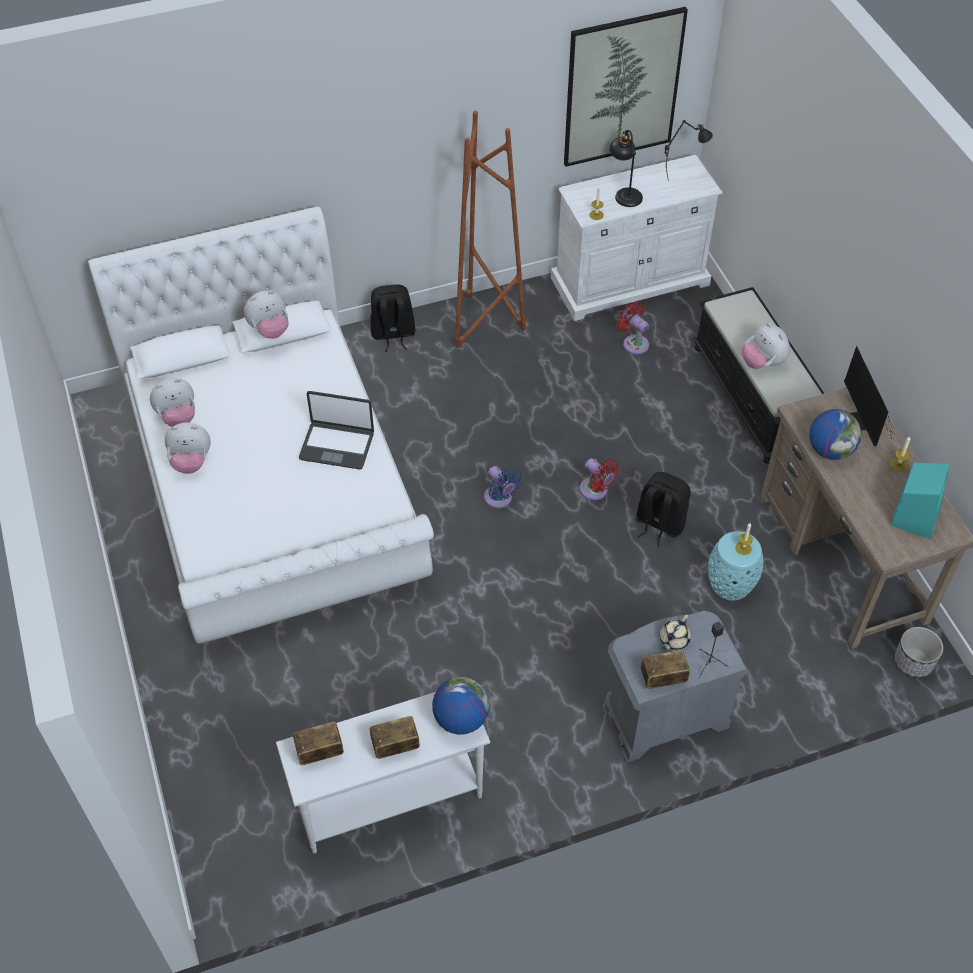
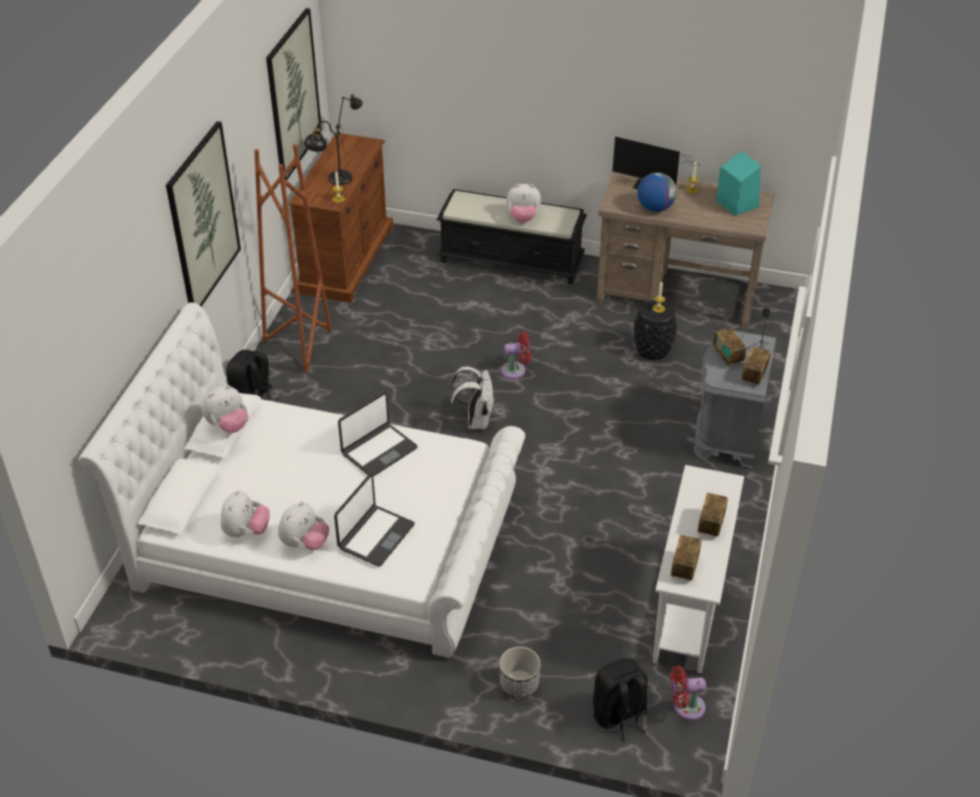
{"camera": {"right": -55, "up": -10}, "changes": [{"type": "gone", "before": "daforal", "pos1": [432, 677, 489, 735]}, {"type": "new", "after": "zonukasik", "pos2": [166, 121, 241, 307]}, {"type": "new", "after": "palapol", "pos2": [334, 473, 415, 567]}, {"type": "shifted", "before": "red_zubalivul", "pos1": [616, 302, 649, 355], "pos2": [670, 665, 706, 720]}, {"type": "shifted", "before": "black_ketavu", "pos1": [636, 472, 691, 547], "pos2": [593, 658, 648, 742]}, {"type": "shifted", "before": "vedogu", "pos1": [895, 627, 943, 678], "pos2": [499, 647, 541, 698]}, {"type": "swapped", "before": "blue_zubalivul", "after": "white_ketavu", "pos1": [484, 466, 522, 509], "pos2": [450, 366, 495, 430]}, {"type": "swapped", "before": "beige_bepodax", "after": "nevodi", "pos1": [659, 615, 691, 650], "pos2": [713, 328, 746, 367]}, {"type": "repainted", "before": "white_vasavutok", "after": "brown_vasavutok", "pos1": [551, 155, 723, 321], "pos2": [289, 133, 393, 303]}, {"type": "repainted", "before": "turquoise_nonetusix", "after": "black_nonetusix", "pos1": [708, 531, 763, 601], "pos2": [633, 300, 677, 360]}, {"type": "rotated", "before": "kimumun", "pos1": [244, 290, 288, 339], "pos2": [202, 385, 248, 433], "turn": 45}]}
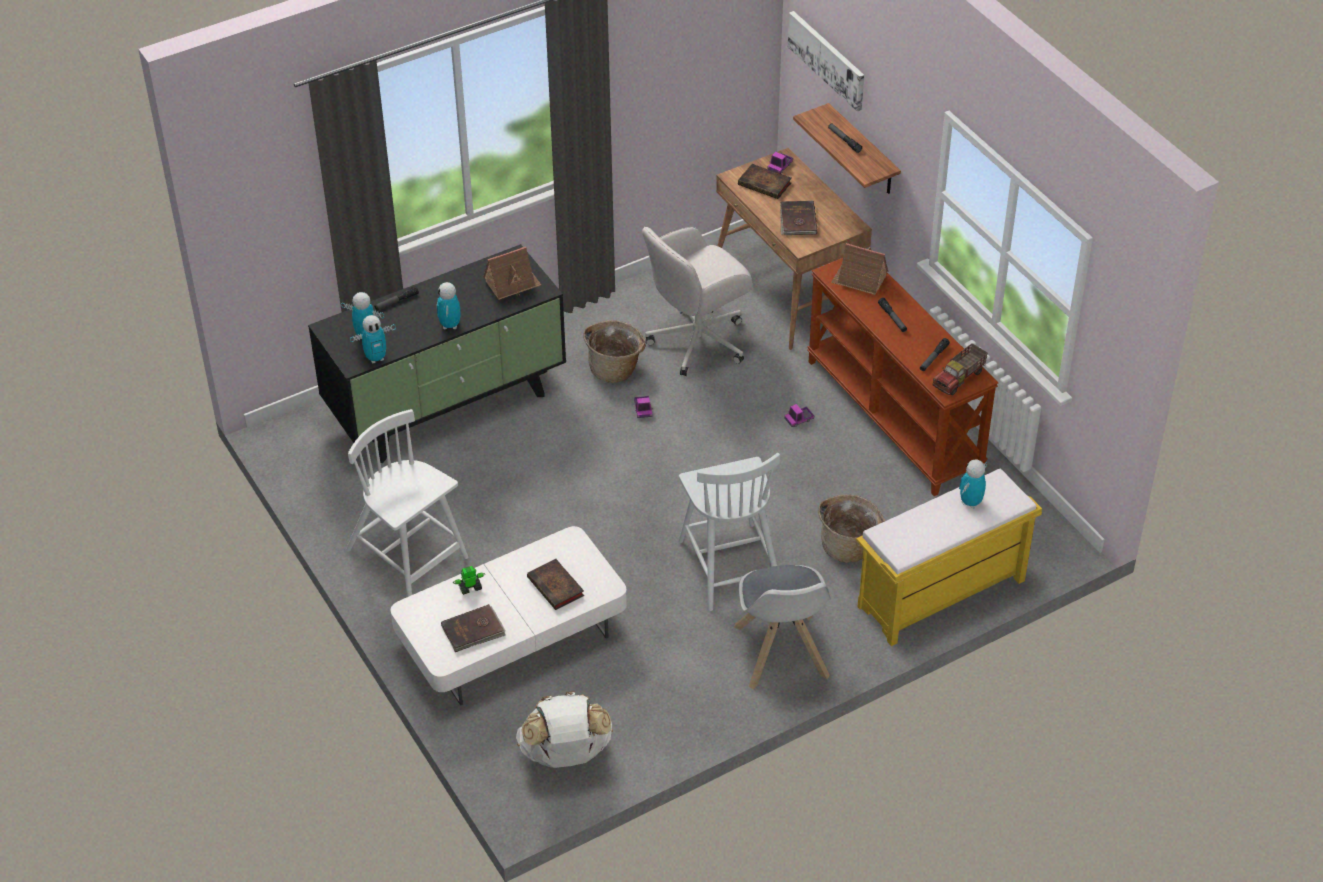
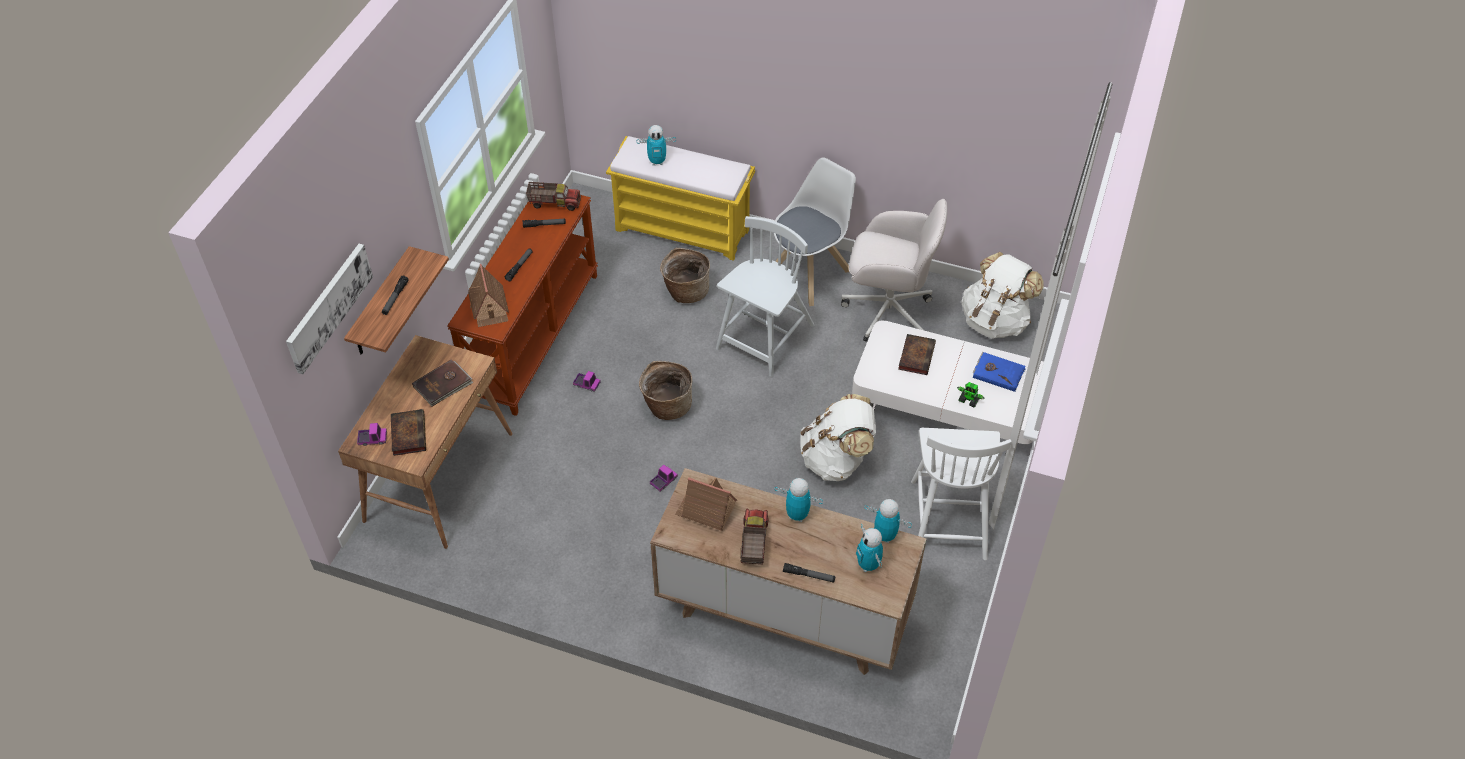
{"camera": {"right": -130, "up": 5}, "changes": [{"type": "new", "after": "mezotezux", "pos2": [741, 509, 769, 565]}, {"type": "new", "after": "white_ketavu", "pos2": [800, 394, 876, 481]}, {"type": "shifted", "before": "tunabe", "pos1": [583, 321, 646, 383], "pos2": [639, 361, 692, 420]}, {"type": "shifted", "before": "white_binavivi", "pos1": [642, 227, 753, 376], "pos2": [841, 199, 947, 342]}, {"type": "repainted", "before": "black_vasavutok", "after": "green_vasavutok", "pos1": [308, 244, 566, 463], "pos2": [650, 468, 927, 675]}, {"type": "repainted", "before": "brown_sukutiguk", "after": "blue_sukutiguk", "pos1": [441, 604, 506, 652], "pos2": [973, 352, 1026, 392]}, {"type": "rotated", "before": "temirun", "pos1": [437, 282, 461, 329], "pos2": [774, 478, 823, 522], "turn": -120}]}
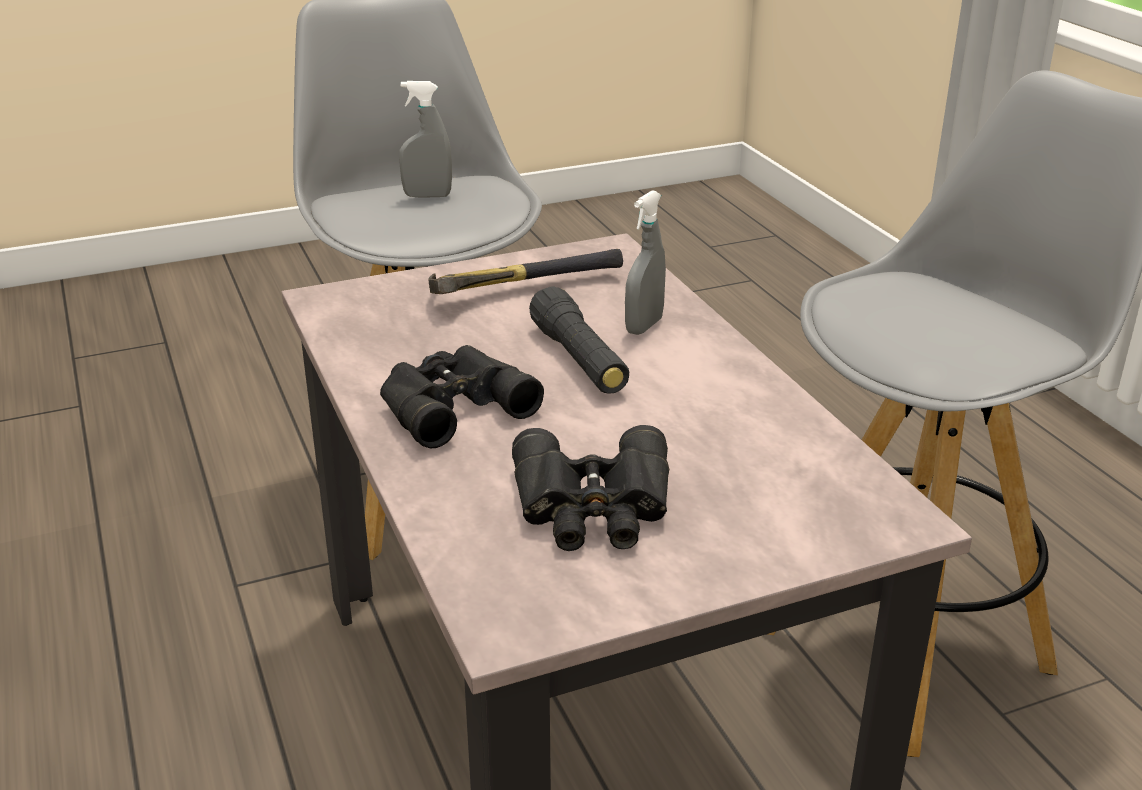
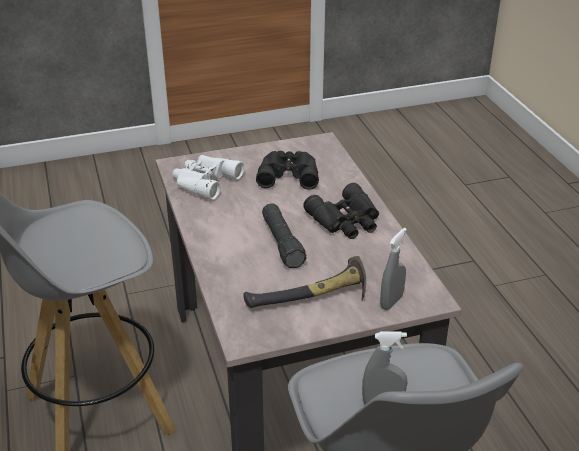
{"camera": {"right": -175, "up": 5}, "changes": [{"type": "new", "after": "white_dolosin", "pos2": [172, 155, 244, 200]}, {"type": "shifted", "before": "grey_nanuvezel", "pos1": [625, 190, 666, 335], "pos2": [380, 228, 407, 310]}]}
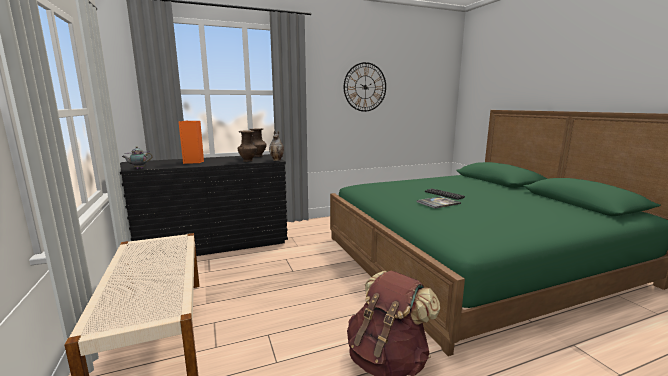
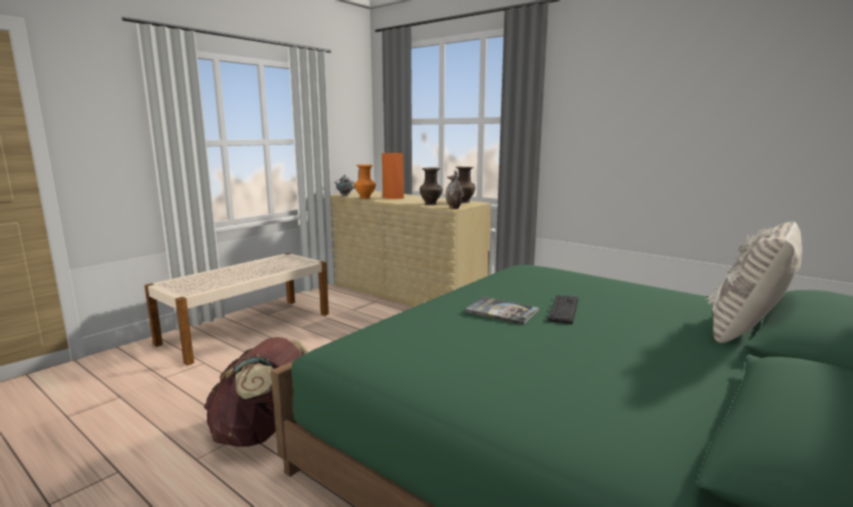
{"camera": {"right": 60, "up": 0}, "changes": [{"type": "gone", "before": "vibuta", "pos1": [344, 62, 386, 112]}, {"type": "new", "after": "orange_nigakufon", "pos2": [354, 164, 376, 199]}, {"type": "new", "after": "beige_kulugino", "pos2": [705, 222, 802, 343]}, {"type": "repainted", "before": "black_vasavutok", "after": "beige_vasavutok", "pos1": [120, 154, 288, 262], "pos2": [330, 191, 491, 307]}]}
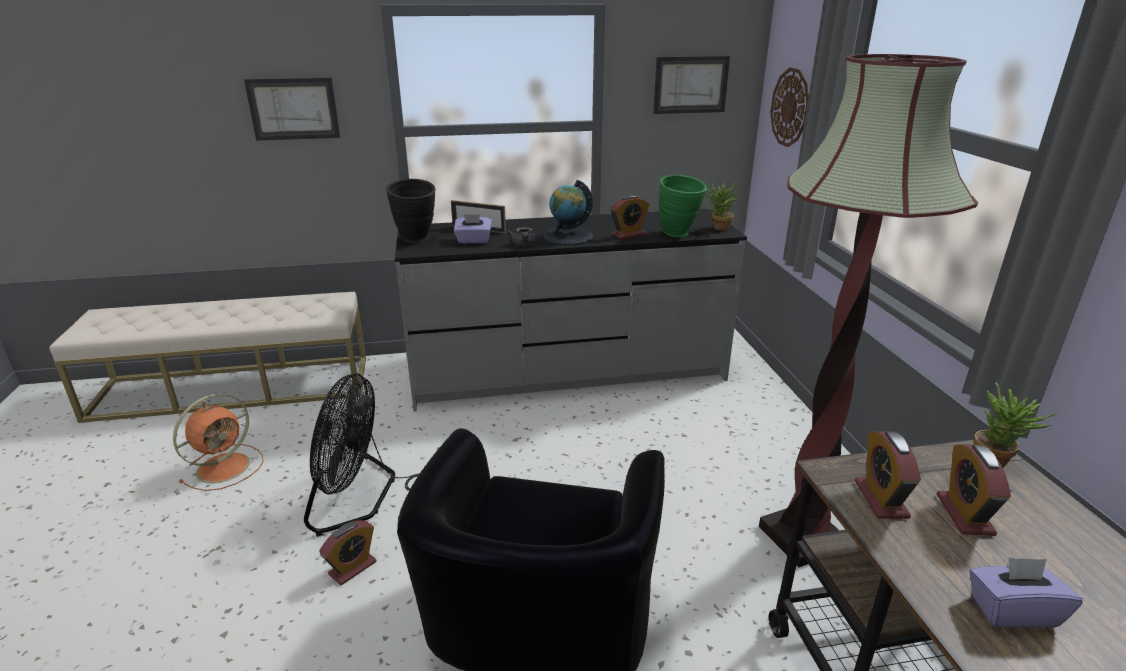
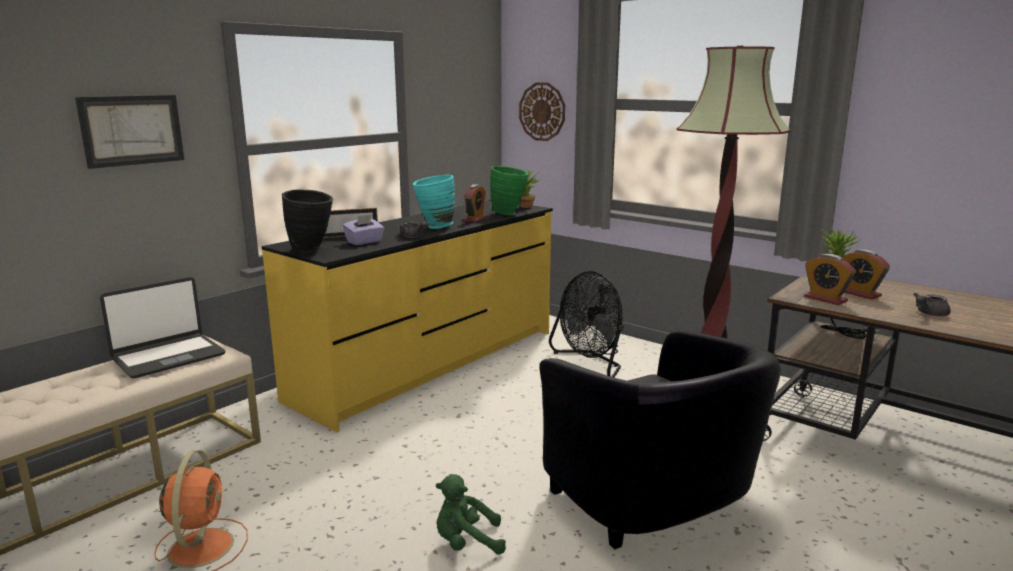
{"camera": {"right": -40, "up": -10}, "changes": [{"type": "gone", "before": "zonukasik", "pos1": [653, 56, 730, 114]}, {"type": "new", "after": "palapol", "pos2": [100, 277, 225, 378]}, {"type": "shifted", "before": "black_zubalivul", "pos1": [304, 374, 420, 537], "pos2": [549, 271, 624, 377]}, {"type": "swapped", "before": "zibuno", "after": "green_kimumun", "pos1": [319, 520, 377, 585], "pos2": [436, 474, 506, 554]}, {"type": "swapped", "before": "daforal", "after": "turquoise_nigakufon", "pos1": [543, 180, 594, 245], "pos2": [413, 175, 455, 229]}, {"type": "swapped", "before": "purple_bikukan", "after": "grey_bepodax", "pos1": [969, 557, 1083, 628], "pos2": [914, 292, 951, 316]}, {"type": "repainted", "before": "grey_vasavutok", "after": "yellow_vasavutok", "pos1": [395, 209, 747, 412], "pos2": [262, 200, 553, 432]}]}
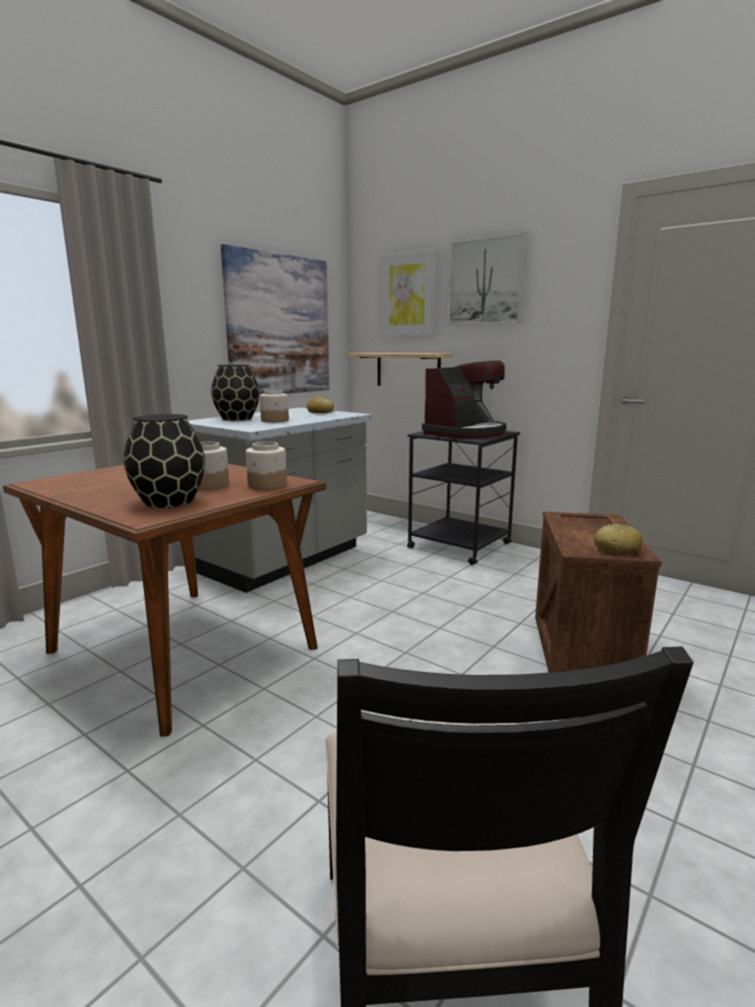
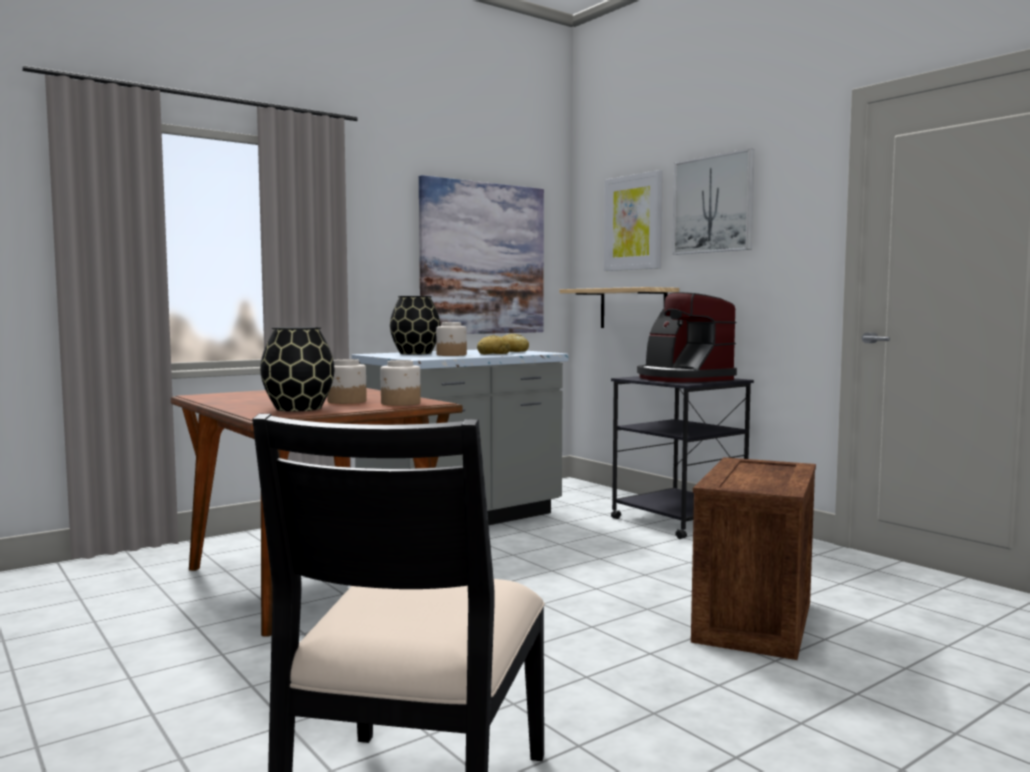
{"camera": {"right": 15, "up": -10}, "changes": [{"type": "shifted", "before": "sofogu", "pos1": [594, 524, 642, 554], "pos2": [477, 335, 511, 354]}, {"type": "rotated", "before": "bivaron", "pos1": [422, 360, 506, 438], "pos2": [637, 292, 737, 382], "turn": 90}]}
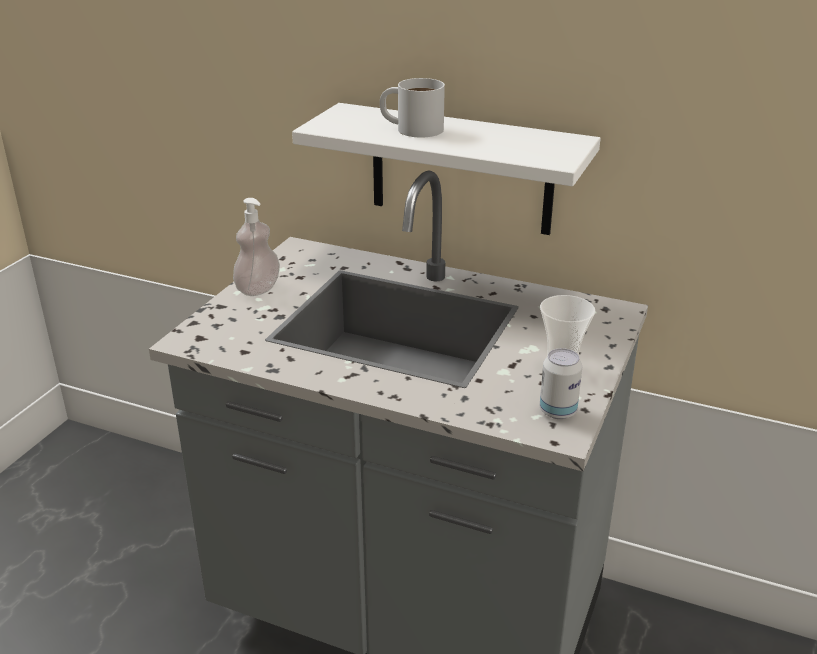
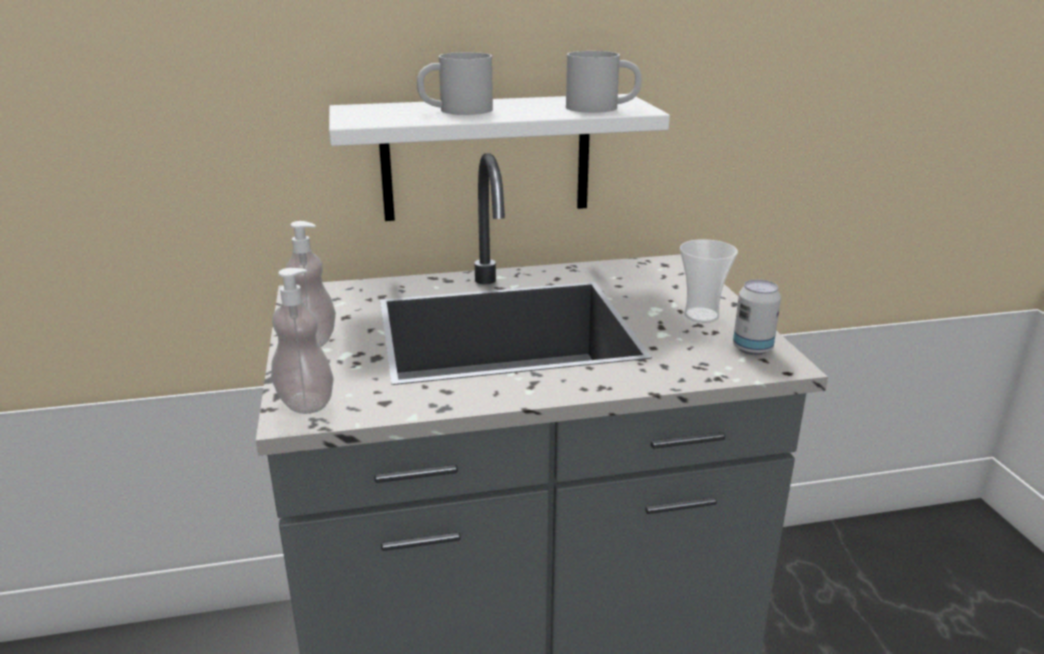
{"camera": {"right": -35, "up": -5}, "changes": [{"type": "new", "after": "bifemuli", "pos2": [271, 268, 334, 414]}, {"type": "new", "after": "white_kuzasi", "pos2": [566, 51, 642, 113]}]}
